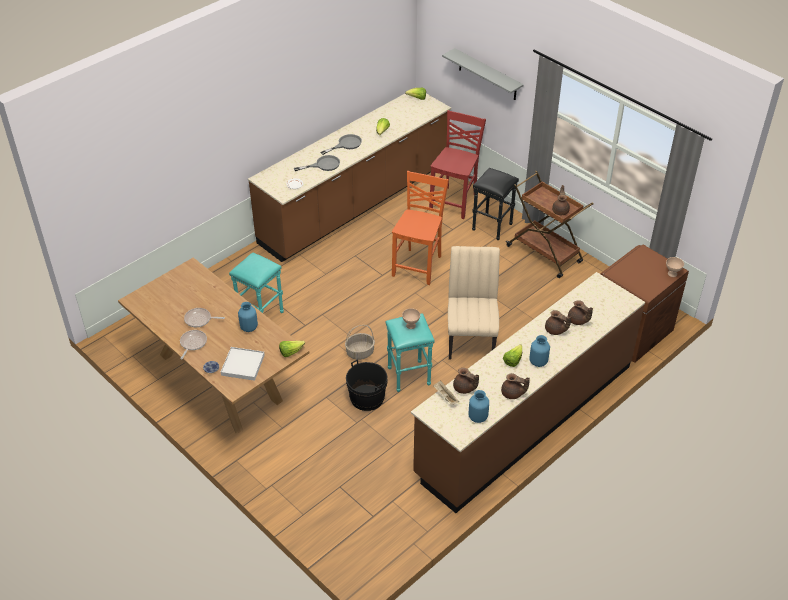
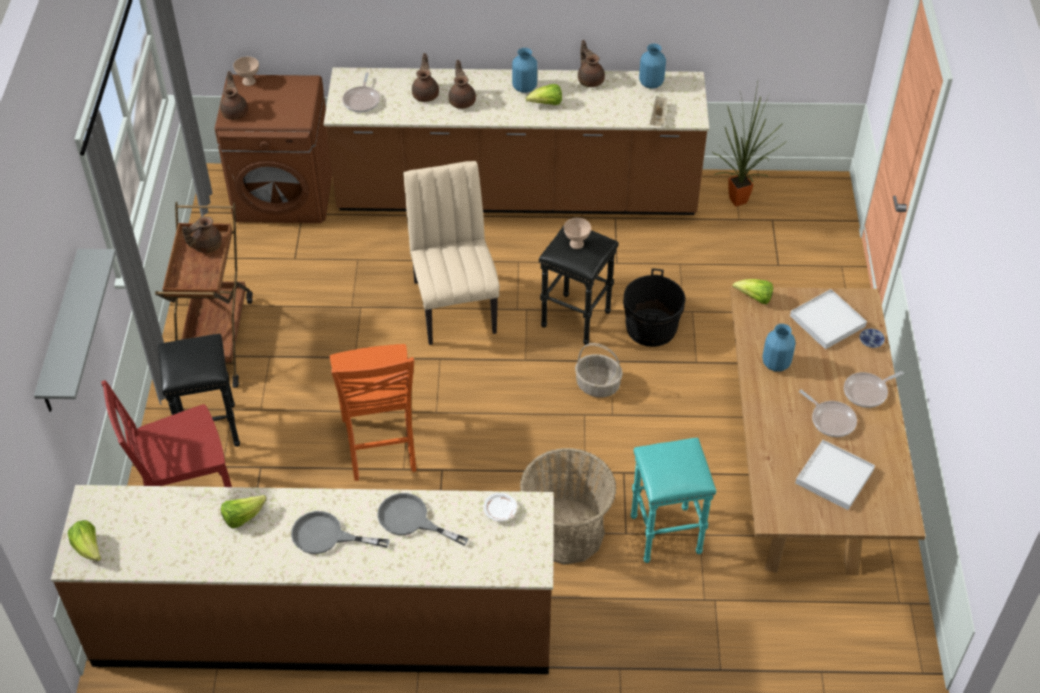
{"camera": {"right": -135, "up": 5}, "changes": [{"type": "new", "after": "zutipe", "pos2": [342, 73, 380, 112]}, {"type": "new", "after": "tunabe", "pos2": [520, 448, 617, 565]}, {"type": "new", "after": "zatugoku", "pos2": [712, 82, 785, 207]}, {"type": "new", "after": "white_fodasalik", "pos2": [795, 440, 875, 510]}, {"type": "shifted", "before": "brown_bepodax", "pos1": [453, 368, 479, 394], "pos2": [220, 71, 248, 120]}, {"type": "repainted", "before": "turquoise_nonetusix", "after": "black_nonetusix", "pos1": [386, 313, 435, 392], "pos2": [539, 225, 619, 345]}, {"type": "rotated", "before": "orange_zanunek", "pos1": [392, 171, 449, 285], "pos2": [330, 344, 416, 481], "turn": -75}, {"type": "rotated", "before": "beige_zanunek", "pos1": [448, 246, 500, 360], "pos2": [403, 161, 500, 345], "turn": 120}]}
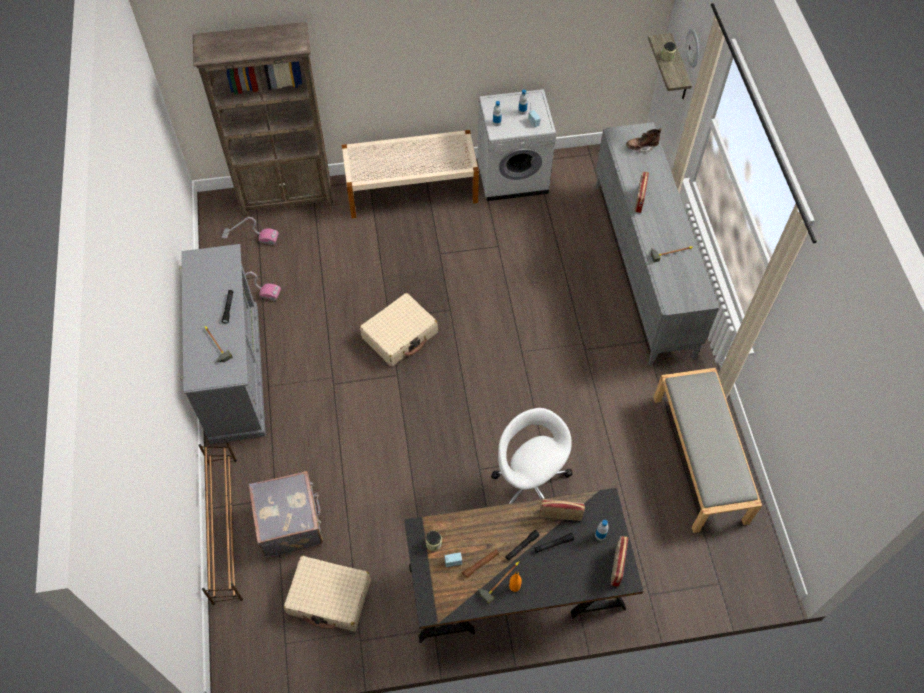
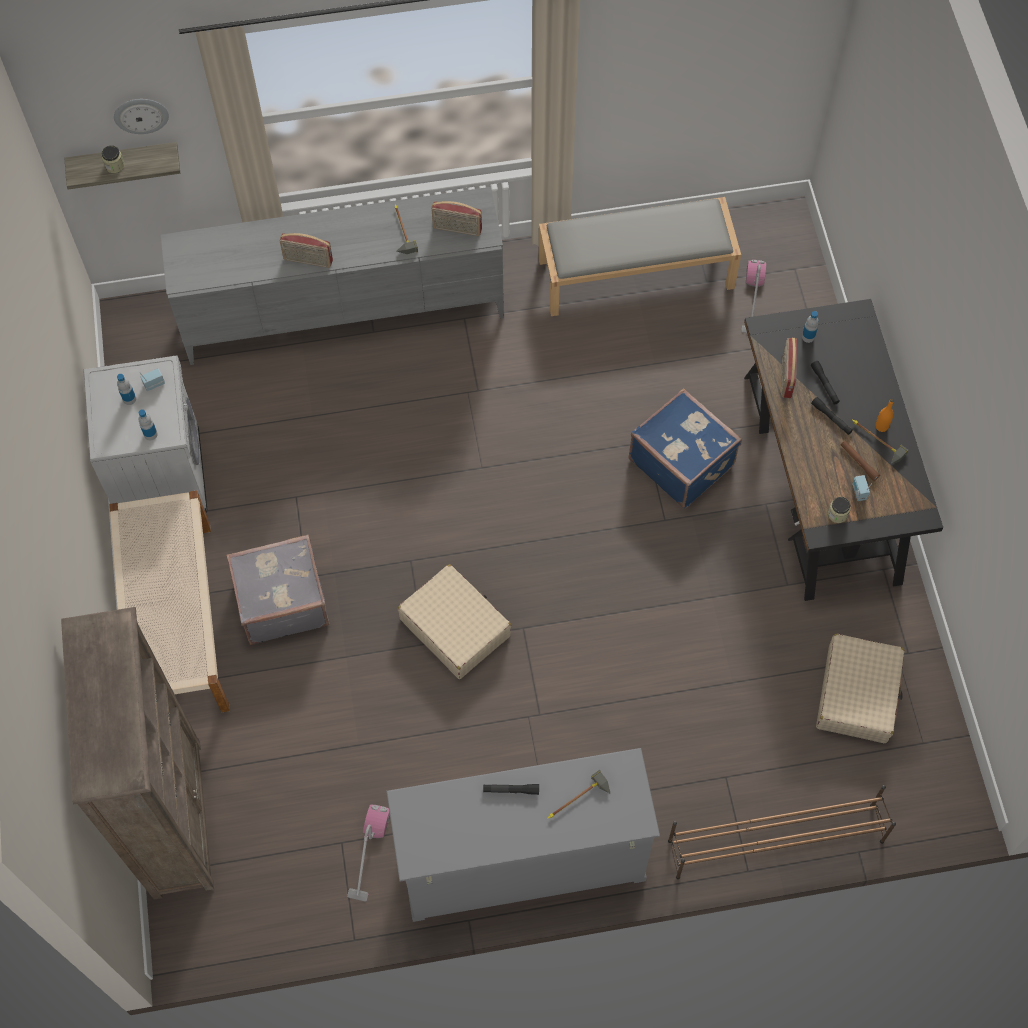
{"camera": {"right": -90, "up": 5}, "changes": [{"type": "gone", "before": "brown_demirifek", "pos1": [626, 128, 662, 153]}, {"type": "shifted", "before": "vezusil", "pos1": [222, 217, 279, 245], "pos2": [742, 260, 766, 333]}, {"type": "shifted", "before": "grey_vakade", "pos1": [249, 471, 323, 558], "pos2": [226, 535, 329, 645]}, {"type": "shifted", "before": "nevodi", "pos1": [611, 536, 629, 587], "pos2": [431, 201, 482, 236]}, {"type": "swapped", "before": "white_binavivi", "after": "blue_vakade", "pos1": [491, 408, 573, 504], "pos2": [628, 388, 742, 508]}]}
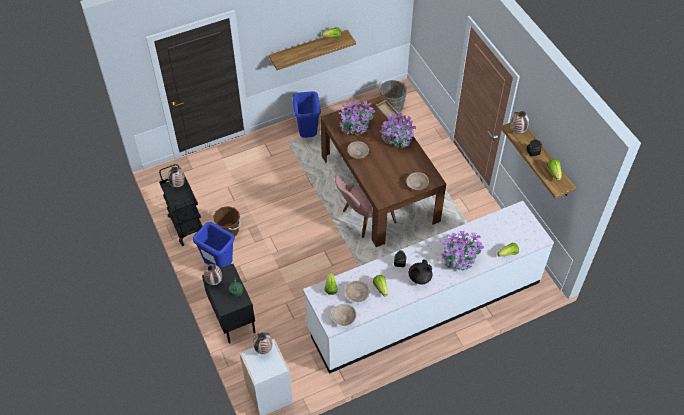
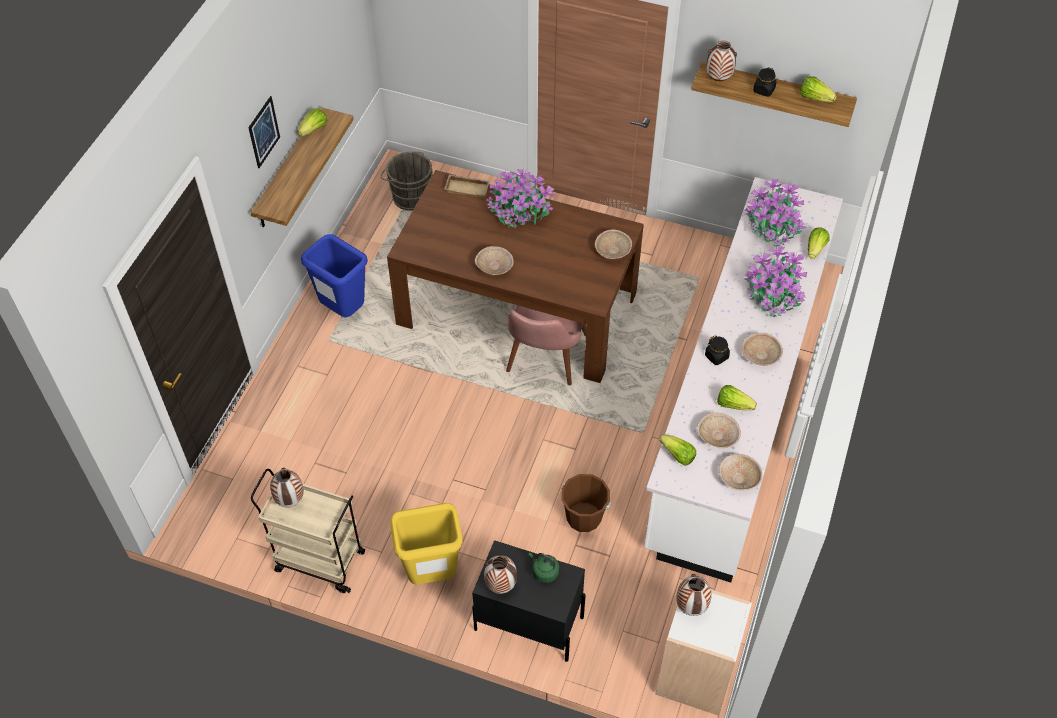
{"camera": {"right": -45, "up": 0}, "changes": [{"type": "new", "after": "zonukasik", "pos2": [248, 96, 280, 168]}, {"type": "shifted", "before": "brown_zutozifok", "pos1": [213, 206, 241, 237], "pos2": [561, 474, 611, 532]}, {"type": "shifted", "before": "zatugoku", "pos1": [339, 100, 376, 135], "pos2": [744, 178, 805, 247]}, {"type": "swapped", "before": "black_bepodax", "after": "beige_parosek", "pos1": [409, 260, 432, 284], "pos2": [742, 333, 783, 366]}, {"type": "repainted", "before": "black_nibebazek", "after": "beige_nibebazek", "pos1": [159, 164, 202, 246], "pos2": [251, 469, 365, 593]}, {"type": "repainted", "before": "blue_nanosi", "after": "yellow_nanosi", "pos1": [193, 222, 235, 268], "pos2": [390, 503, 463, 585]}]}
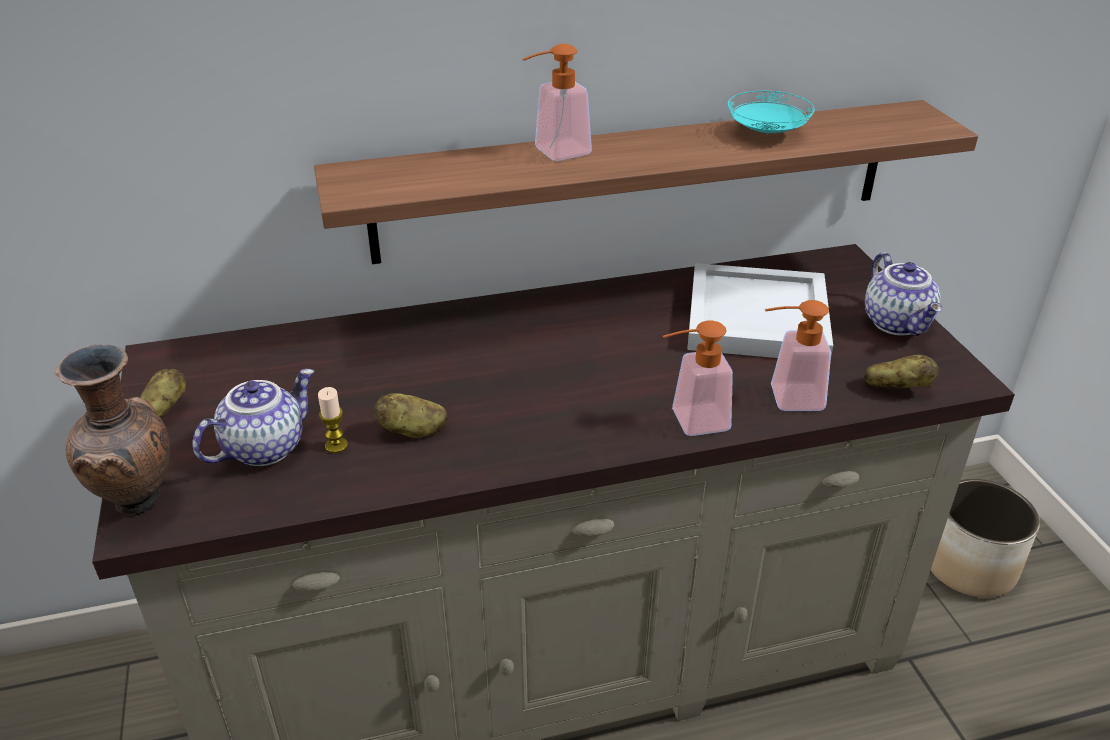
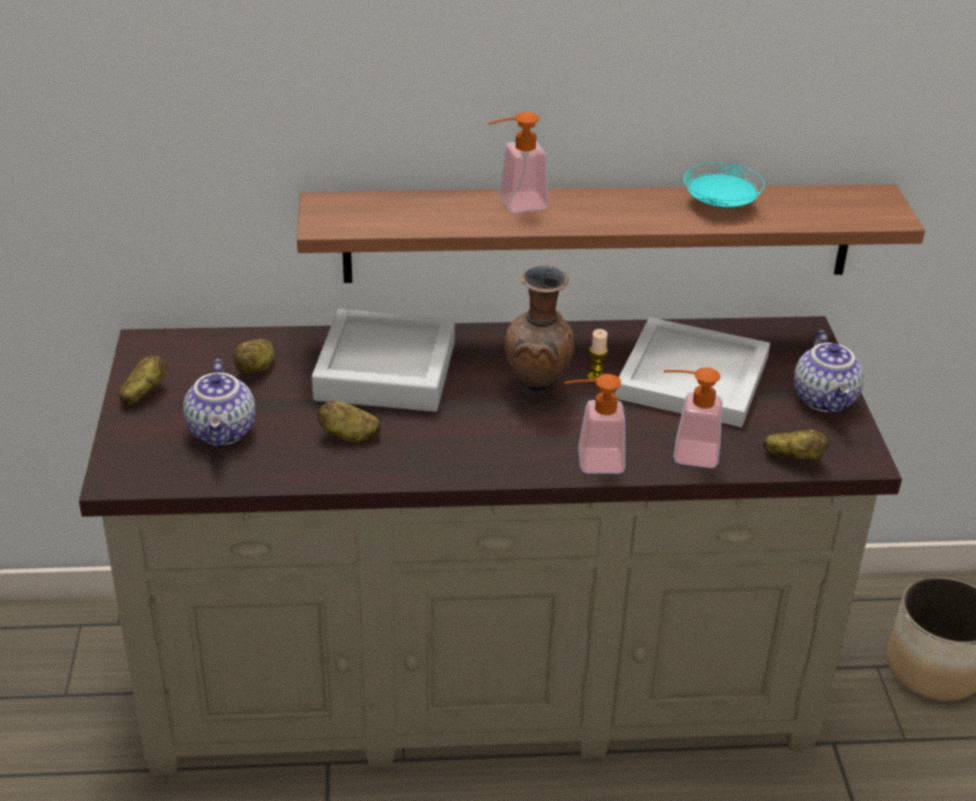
{"camera": {"right": 10, "up": 0}, "changes": [{"type": "new", "after": "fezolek", "pos2": [232, 339, 274, 374]}, {"type": "new", "after": "grey_fodasalik", "pos2": [312, 309, 455, 412]}, {"type": "shifted", "before": "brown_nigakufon", "pos1": [54, 344, 170, 515], "pos2": [505, 265, 575, 398]}, {"type": "shifted", "before": "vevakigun", "pos1": [318, 387, 348, 453], "pos2": [587, 329, 608, 383]}, {"type": "rotated", "before": "bepodax", "pos1": [192, 369, 314, 466], "pos2": [183, 359, 256, 447], "turn": 120}]}
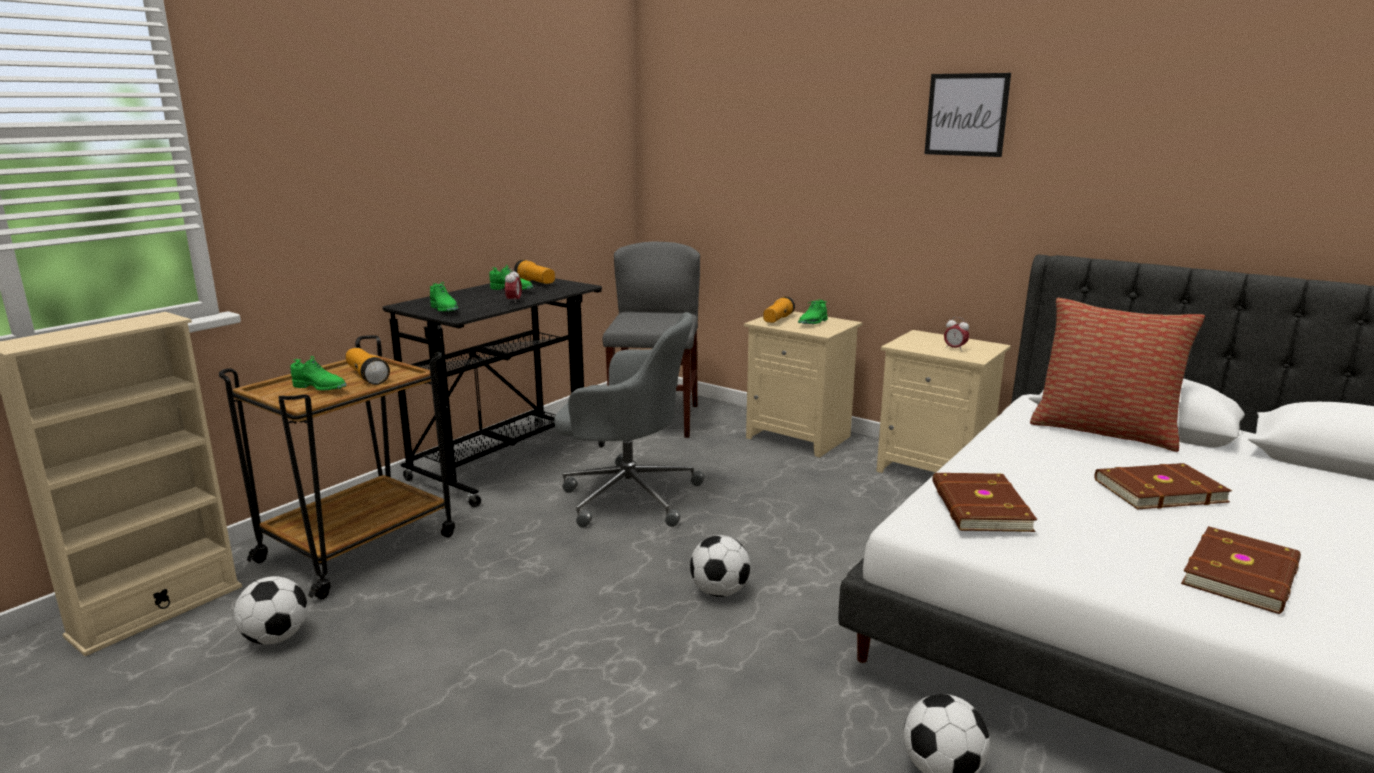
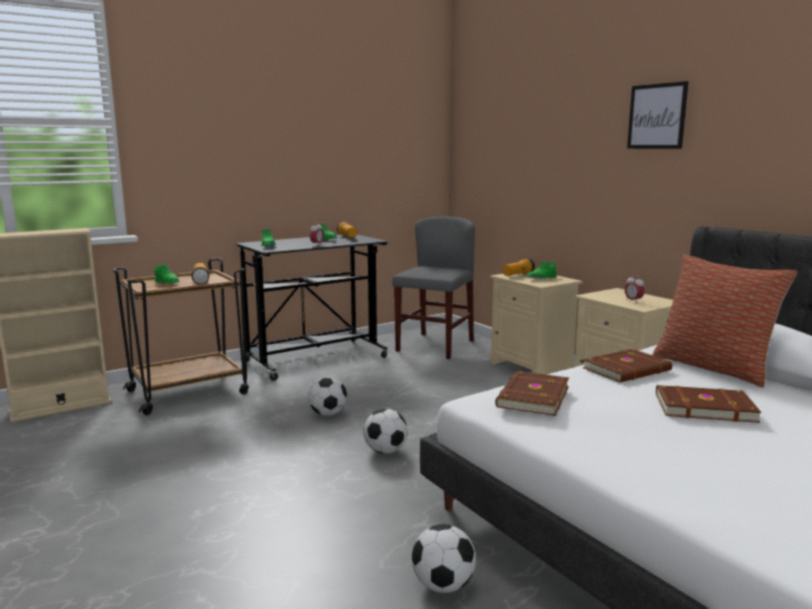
{"camera": {"right": 20, "up": -5}, "changes": [{"type": "gone", "before": "grey_binavivi", "pos1": [554, 312, 704, 527]}, {"type": "shifted", "before": "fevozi", "pos1": [234, 576, 307, 645], "pos2": [308, 377, 347, 416]}, {"type": "shifted", "before": "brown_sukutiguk", "pos1": [1181, 526, 1301, 614], "pos2": [583, 349, 672, 383]}]}
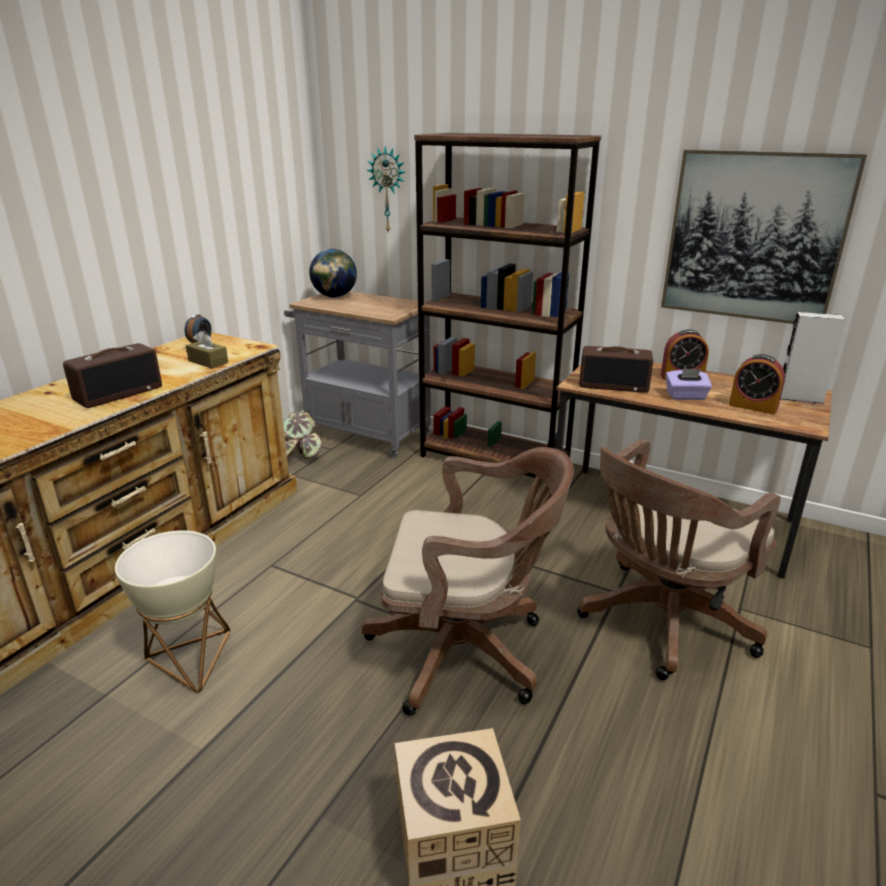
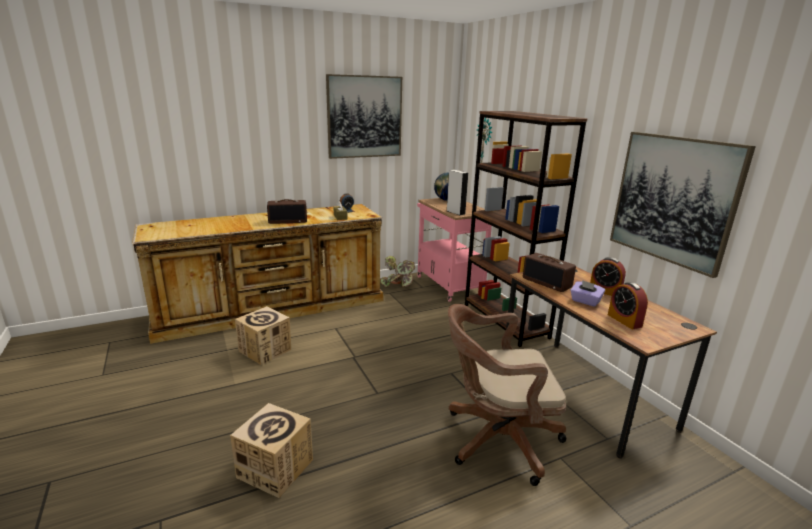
{"camera": {"right": 35, "up": -5}, "changes": [{"type": "gone", "before": "brown_binavivi", "pos1": [362, 447, 574, 716]}, {"type": "new", "after": "zonukasik", "pos2": [326, 74, 402, 159]}, {"type": "shifted", "before": "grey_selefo", "pos1": [780, 312, 846, 404], "pos2": [447, 170, 468, 215]}, {"type": "swapped", "before": "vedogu", "after": "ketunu", "pos1": [115, 530, 230, 693], "pos2": [235, 306, 291, 365]}, {"type": "repainted", "before": "grey_nibebazek", "after": "pink_nibebazek", "pos1": [284, 291, 431, 458], "pos2": [417, 198, 492, 302]}]}
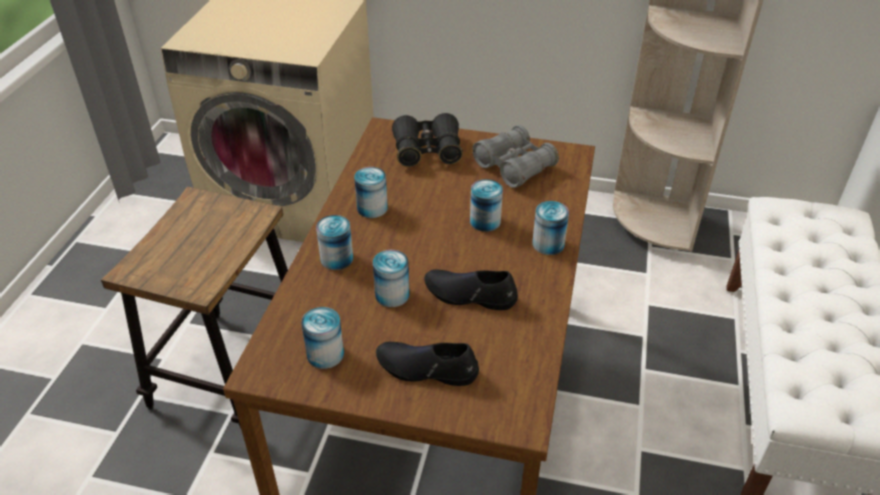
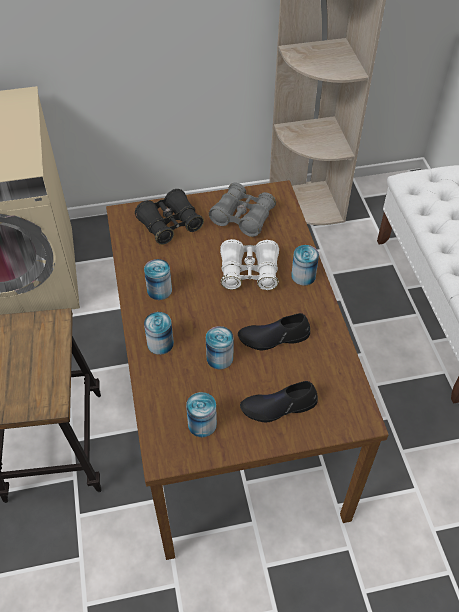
{"camera": {"right": -25, "up": 10}, "changes": [{"type": "swapped", "before": "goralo", "after": "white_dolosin", "pos1": [470, 179, 503, 232], "pos2": [220, 239, 279, 290]}]}
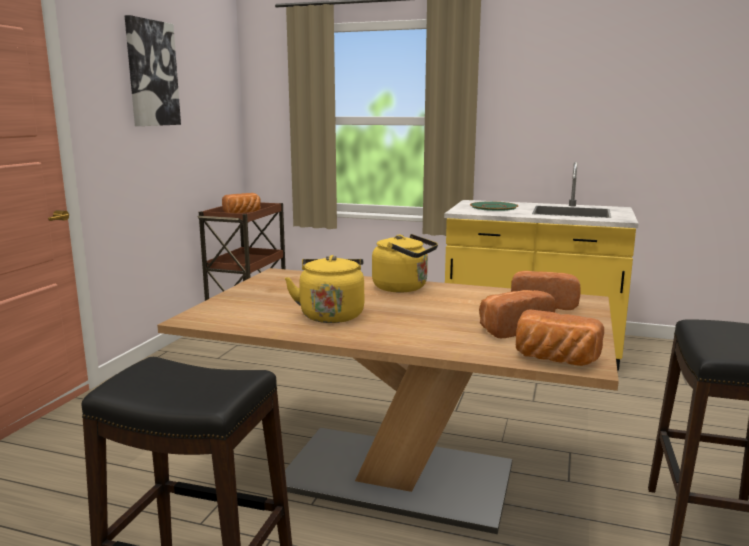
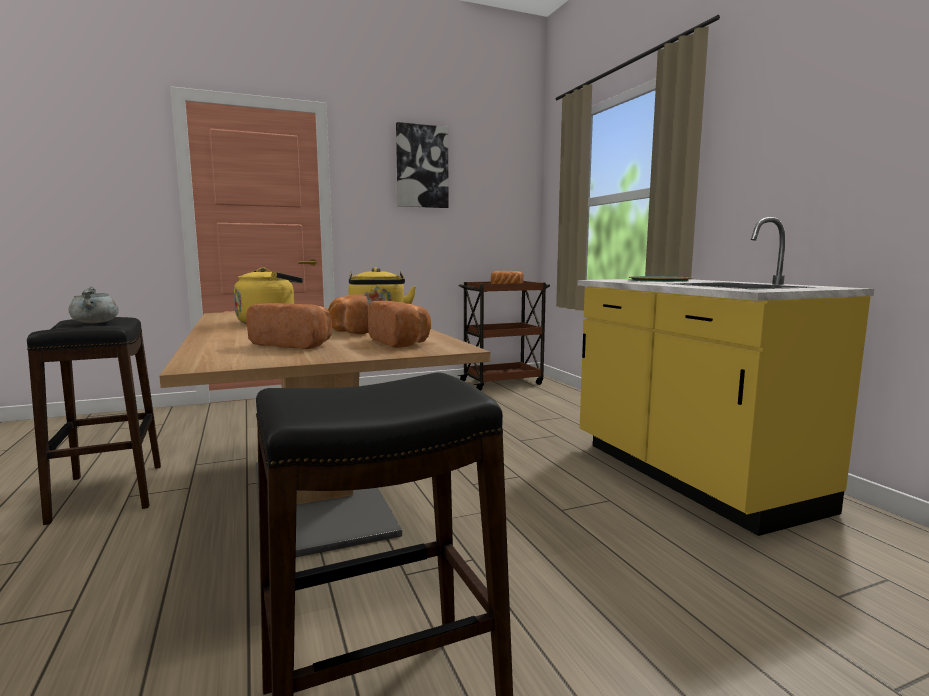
{"camera": {"right": 50, "up": -5}, "changes": [{"type": "new", "after": "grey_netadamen", "pos2": [69, 287, 119, 323]}, {"type": "shifted", "before": "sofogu", "pos1": [516, 310, 604, 366], "pos2": [328, 294, 369, 334]}]}
